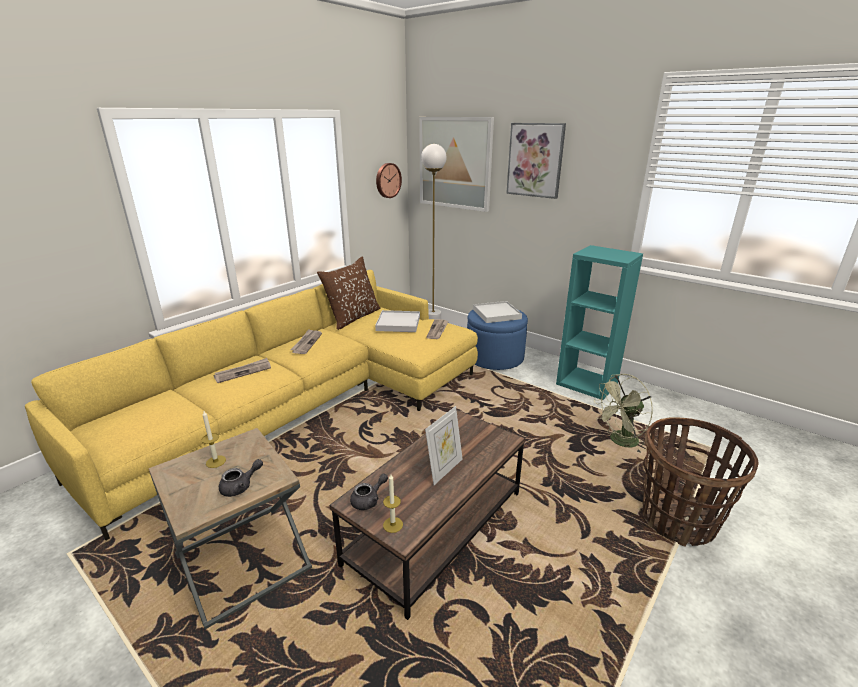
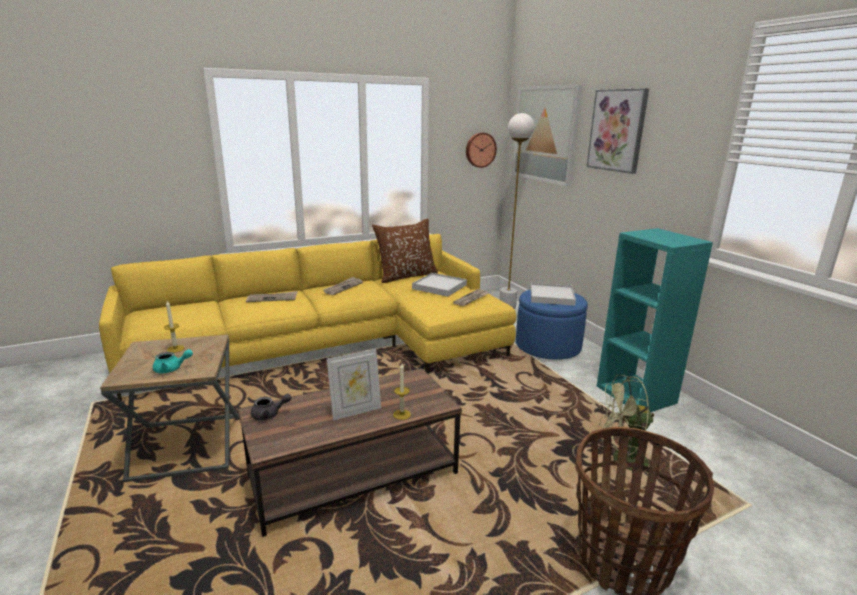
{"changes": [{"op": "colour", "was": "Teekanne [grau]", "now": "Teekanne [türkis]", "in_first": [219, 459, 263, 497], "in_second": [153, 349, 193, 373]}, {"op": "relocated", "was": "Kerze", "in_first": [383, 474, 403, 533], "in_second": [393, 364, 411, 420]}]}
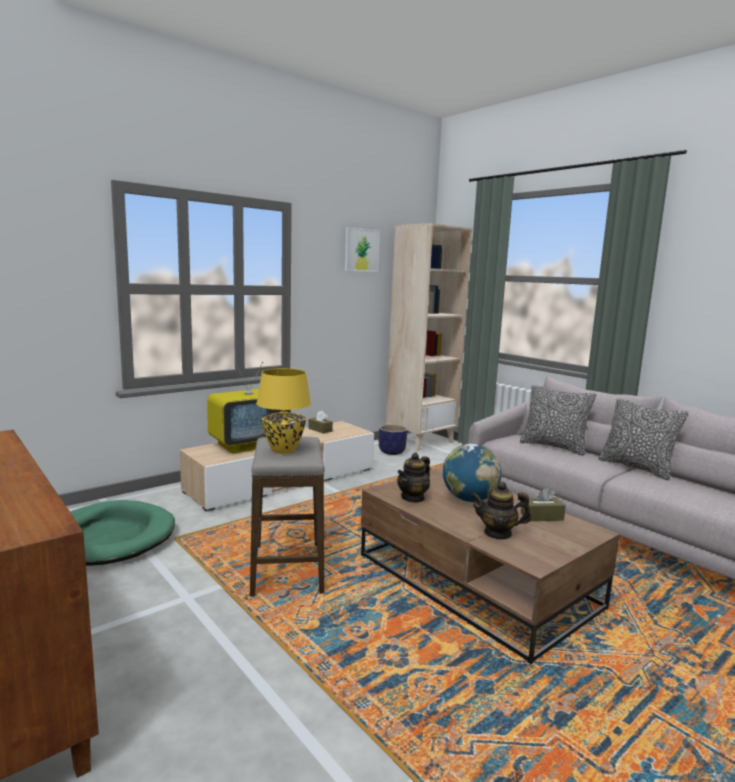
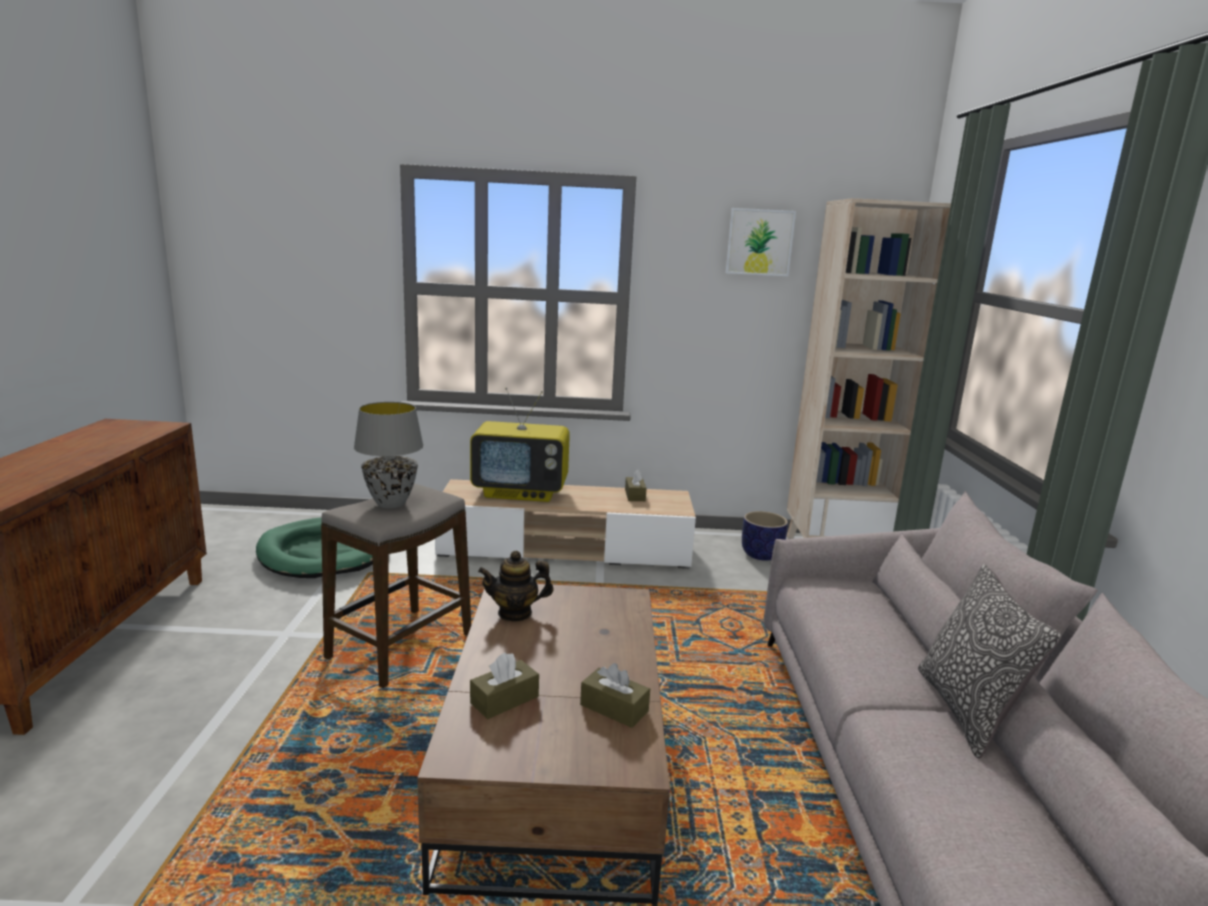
{"changes": [{"op": "colour", "was": "Tischlampe [gelb]", "now": "Tischlampe [grau]", "in_first": [256, 368, 311, 454], "in_second": [354, 402, 424, 508]}, {"op": "missing", "was": "Kissen", "in_first": [520, 385, 596, 456]}, {"op": "missing", "was": "Globus", "in_first": [443, 444, 501, 502]}, {"op": "exchanged", "was": "Teekanne", "now": "Taschentuchbox [braun]", "in_first": [471, 482, 531, 540], "in_second": [470, 652, 539, 719]}]}
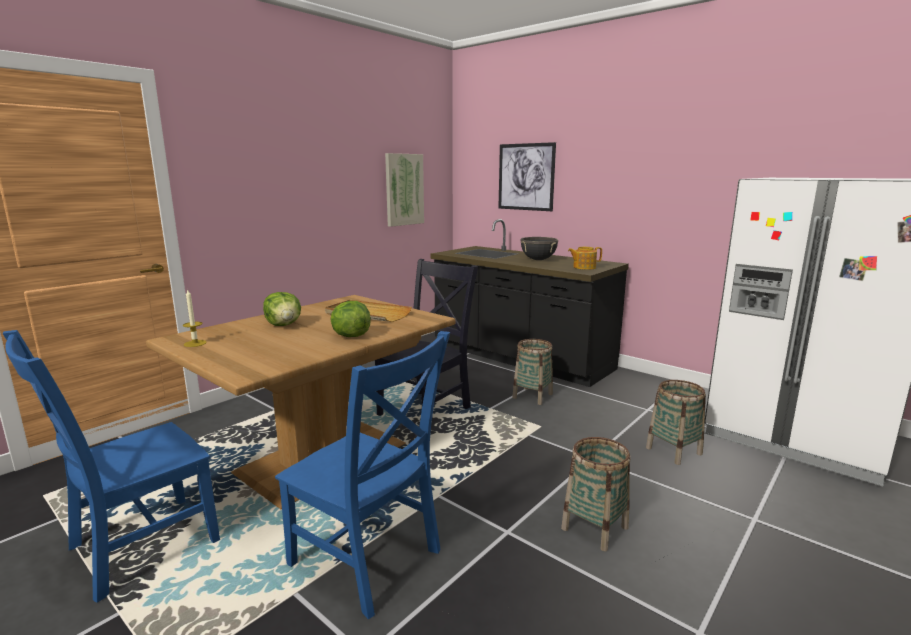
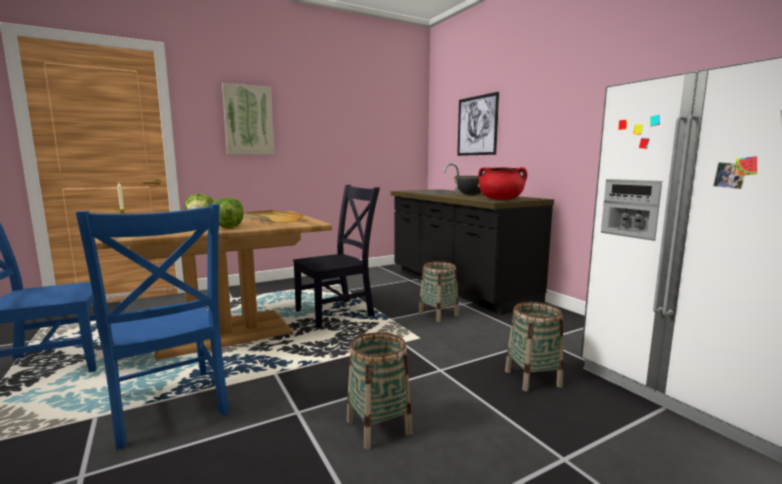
{"changes": [{"op": "relocated", "was": "Bild", "in_first": [385, 153, 424, 227], "in_second": [222, 83, 274, 155]}, {"op": "exchanged", "was": "Teekanne", "now": "Kochtopf [rot]", "in_first": [568, 247, 602, 270], "in_second": [478, 167, 527, 200]}]}
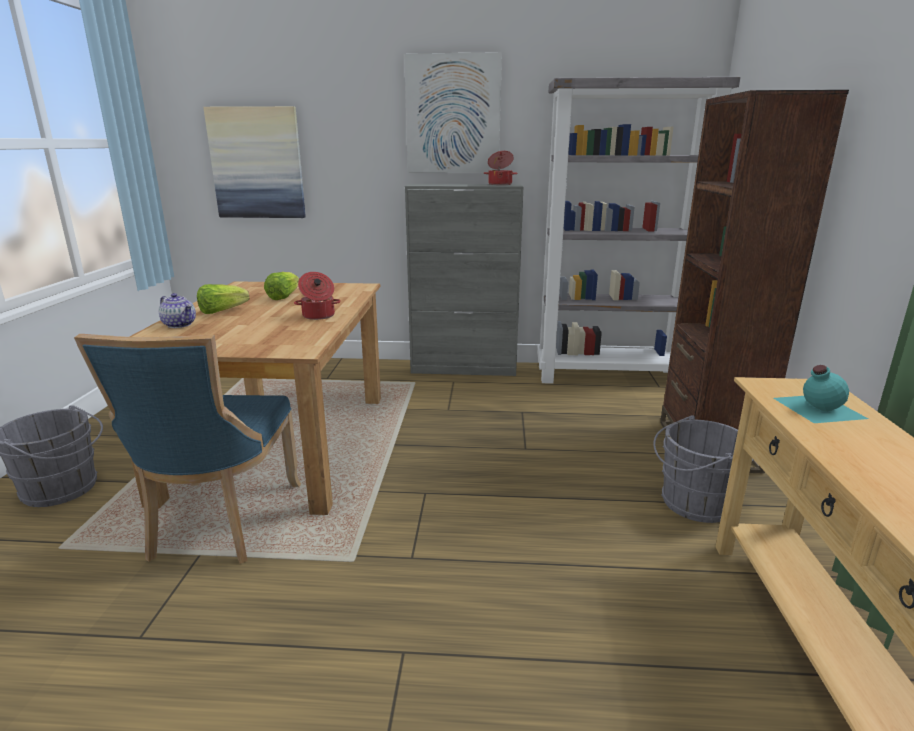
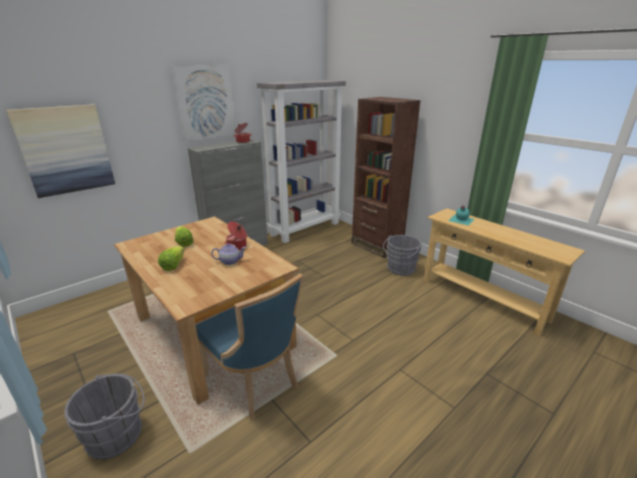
{"changes": [{"op": "relocated", "was": "Teekanne", "in_first": [159, 293, 196, 328], "in_second": [211, 244, 246, 265]}]}
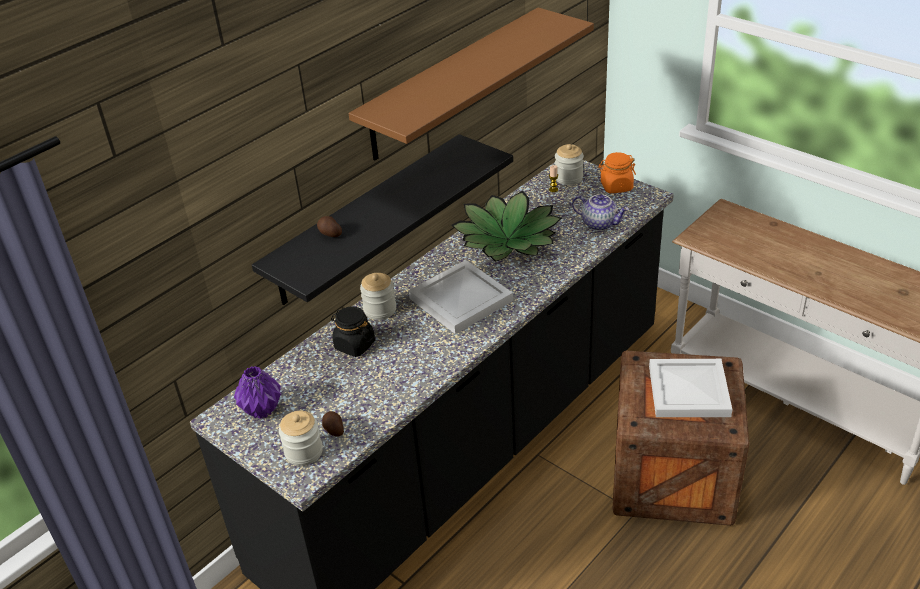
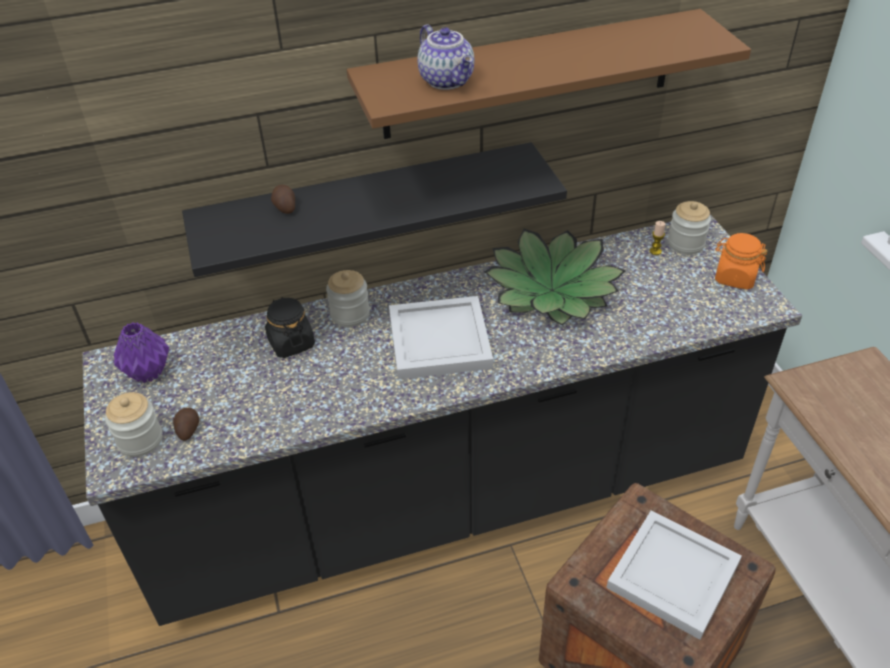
{"changes": [{"op": "relocated", "was": "Teekanne", "in_first": [572, 194, 629, 231], "in_second": [417, 24, 474, 90]}]}
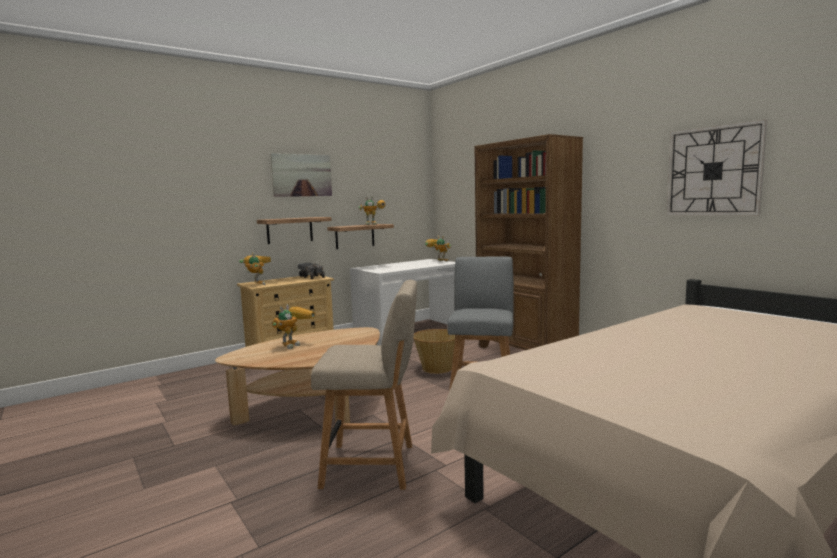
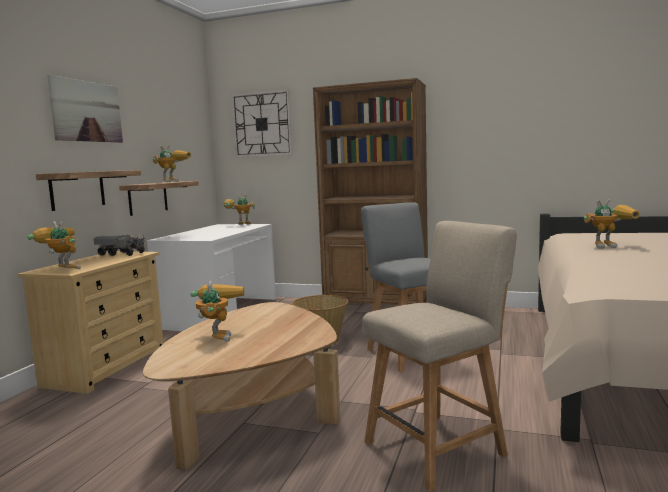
{"changes": [{"op": "relocated", "was": "Wanduhr", "in_first": [666, 119, 767, 215], "in_second": [231, 89, 293, 157]}, {"op": "appeared", "now": "Spielzeugroboter", "in_second": [584, 199, 640, 249]}]}
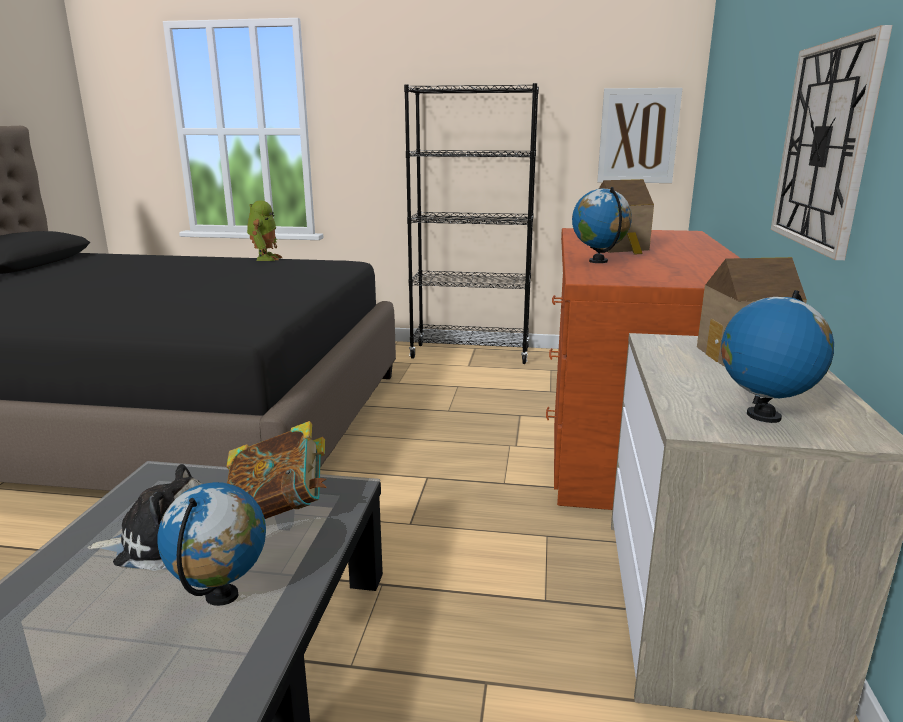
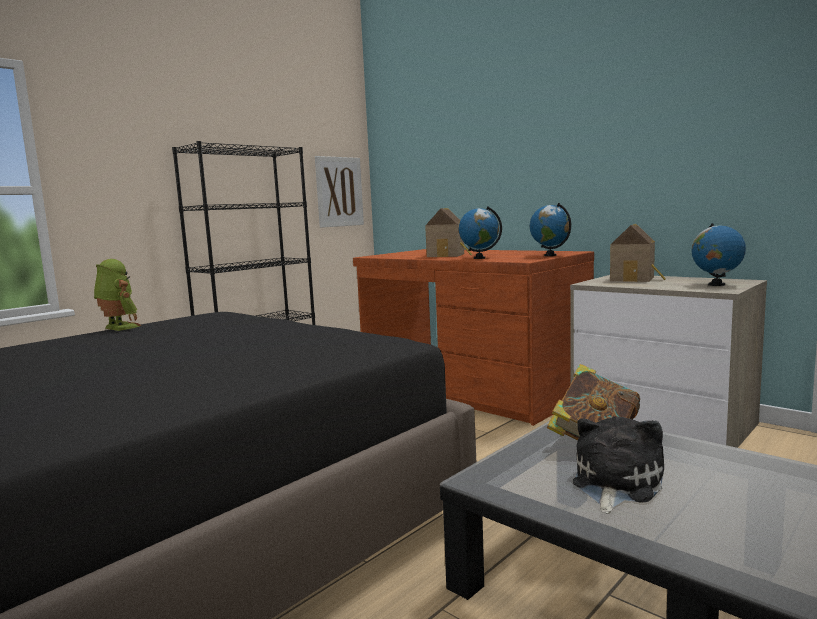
{"changes": [{"op": "missing", "was": "Wanduhr", "in_first": [771, 25, 892, 260]}, {"op": "relocated", "was": "Globus", "in_first": [157, 482, 266, 606], "in_second": [530, 203, 571, 256]}]}
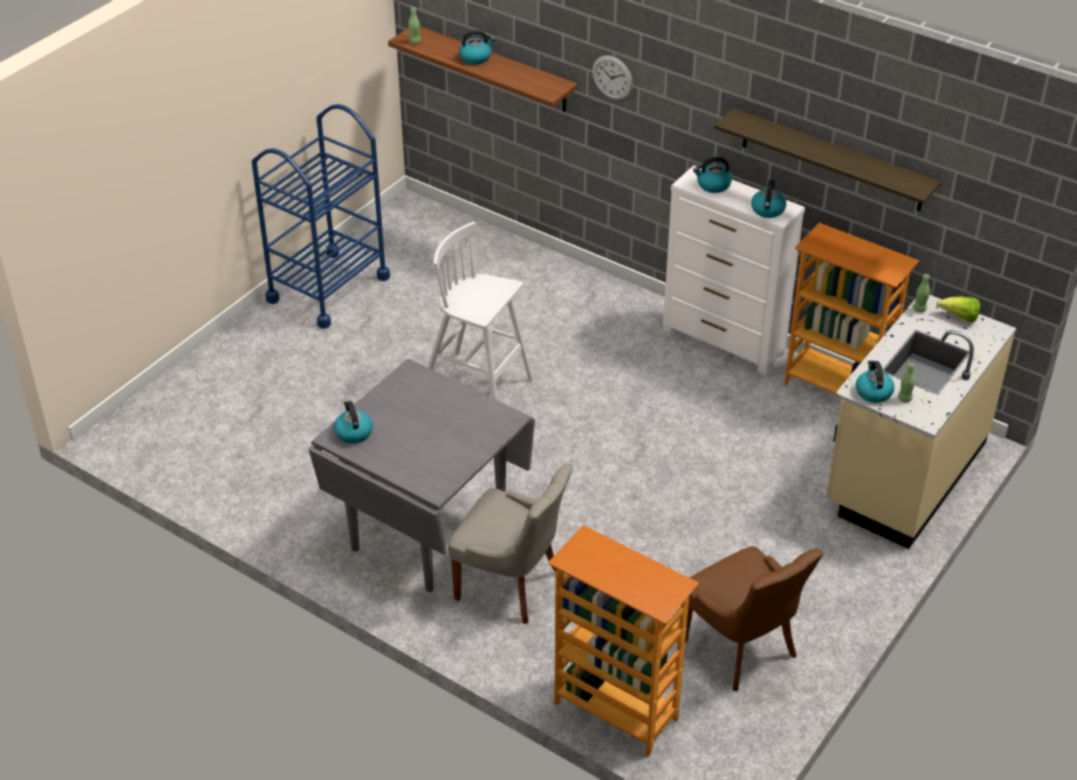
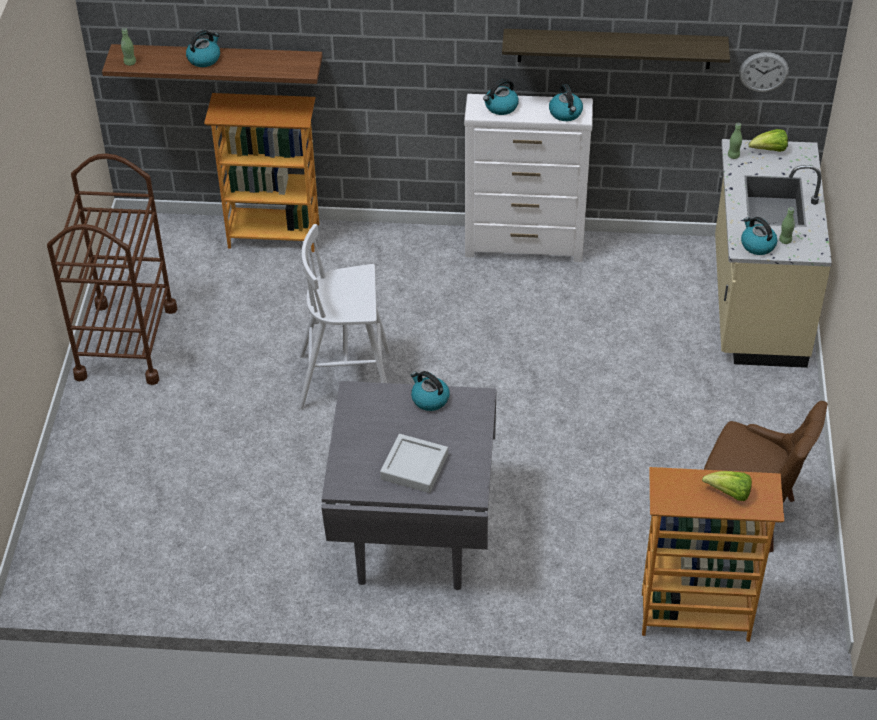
{"changes": [{"op": "relocated", "was": "Wanduhr", "in_first": [592, 55, 633, 100], "in_second": [739, 52, 789, 92]}, {"op": "colour", "was": "Rollwagen [blau]", "now": "Rollwagen [braun]", "in_first": [252, 104, 390, 329], "in_second": [47, 154, 177, 385]}, {"op": "relocated", "was": "Bücherregal", "in_first": [784, 223, 919, 394], "in_second": [204, 93, 319, 252]}, {"op": "relocated", "was": "Wasserkessel", "in_first": [334, 401, 373, 443], "in_second": [411, 371, 450, 411]}, {"op": "missing", "was": "Stuhl [grau]", "in_first": [448, 463, 573, 624]}, {"op": "appeared", "now": "Tablett [grau]", "in_second": [380, 434, 448, 493]}, {"op": "appeared", "now": "Salatkopf", "in_second": [702, 471, 752, 501]}]}
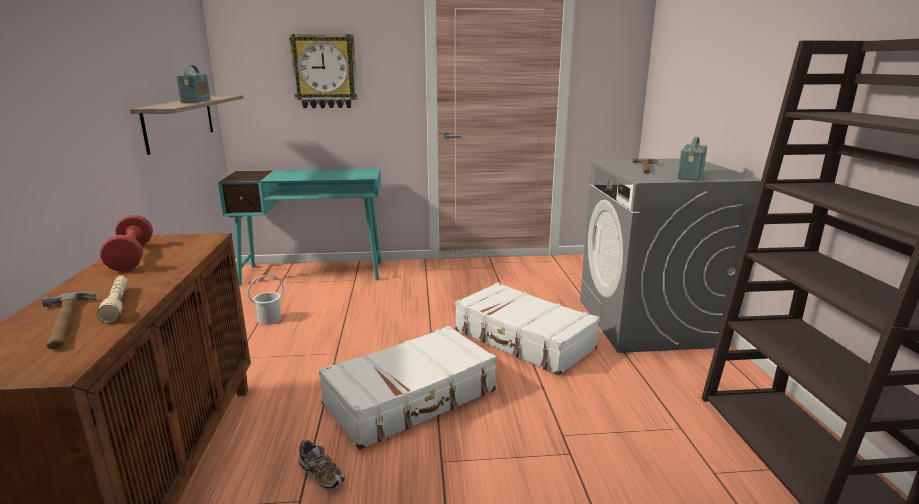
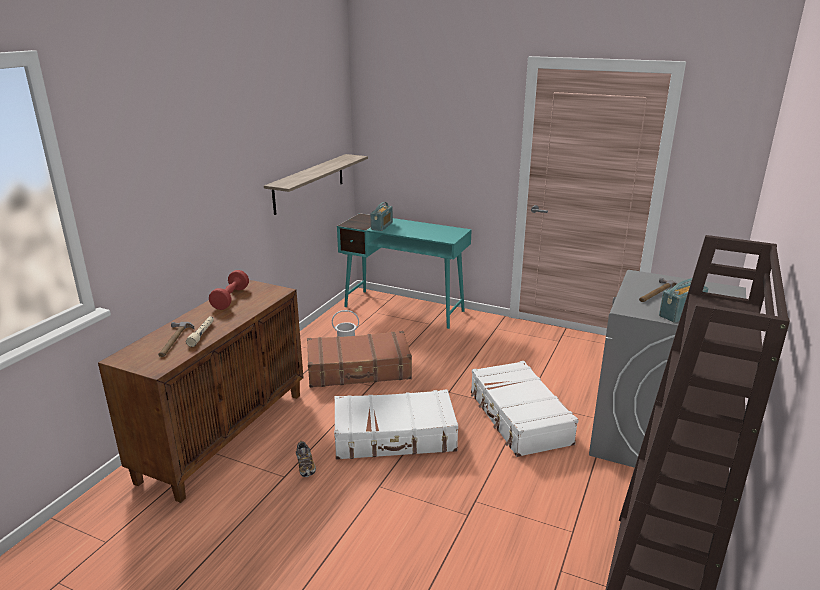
{"changes": [{"op": "missing", "was": "Wanduhr", "in_first": [289, 34, 358, 108]}, {"op": "relocated", "was": "Radio", "in_first": [176, 65, 211, 103], "in_second": [370, 202, 393, 231]}, {"op": "appeared", "now": "Koffer [braun]", "in_second": [307, 331, 412, 388]}]}
